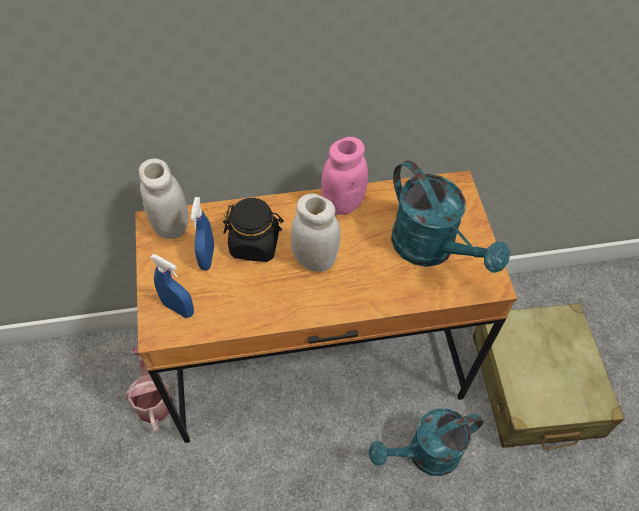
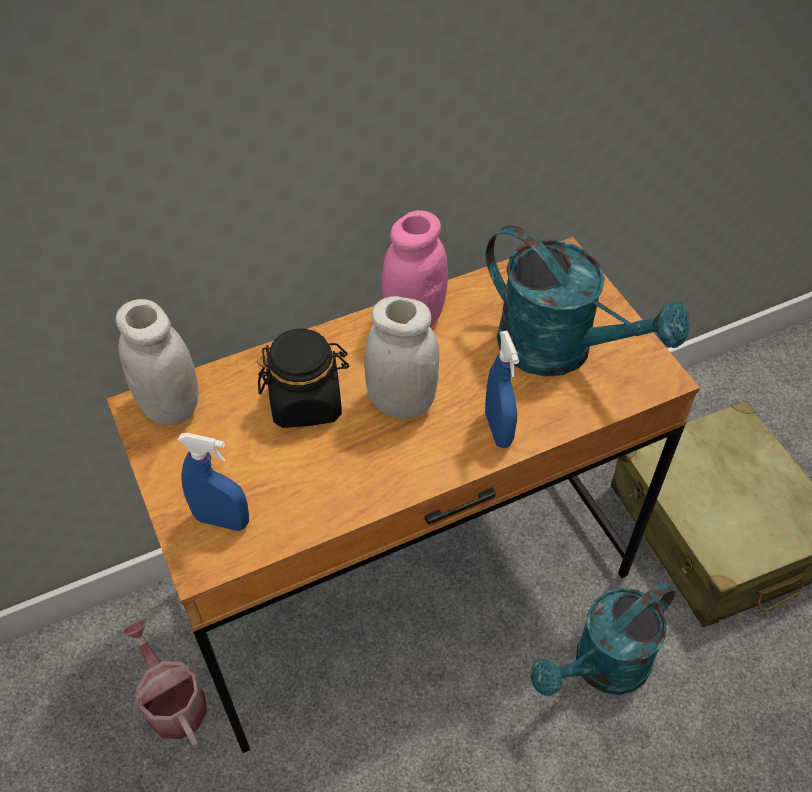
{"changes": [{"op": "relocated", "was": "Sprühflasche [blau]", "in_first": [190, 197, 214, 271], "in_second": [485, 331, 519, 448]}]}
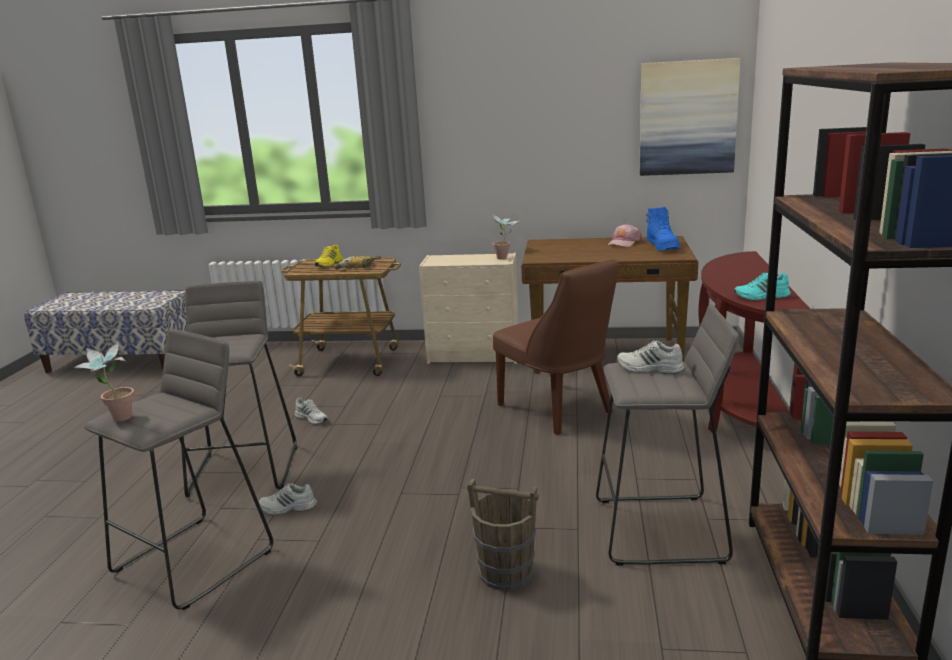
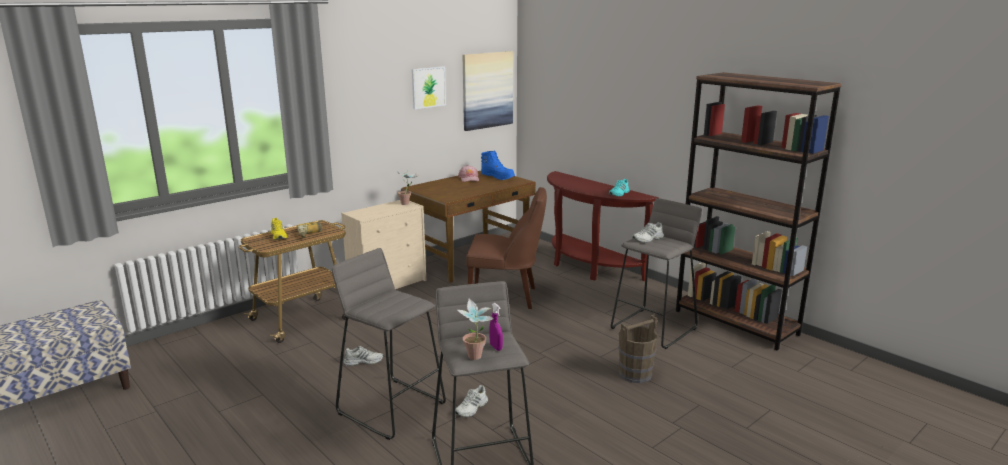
{"changes": [{"op": "appeared", "now": "Bild", "in_second": [412, 66, 446, 109]}, {"op": "appeared", "now": "Sprühflasche [lila]", "in_second": [489, 303, 503, 351]}]}
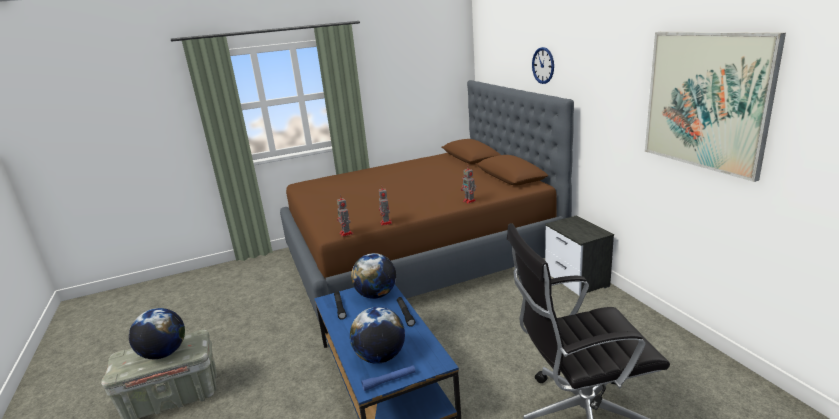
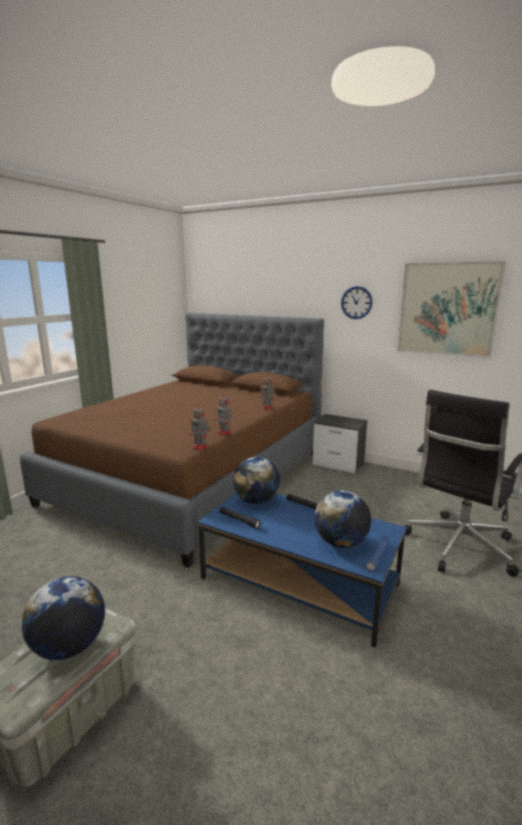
{"changes": [{"op": "relocated", "was": "Wanduhr", "in_first": [532, 47, 554, 84], "in_second": [341, 286, 372, 319]}]}
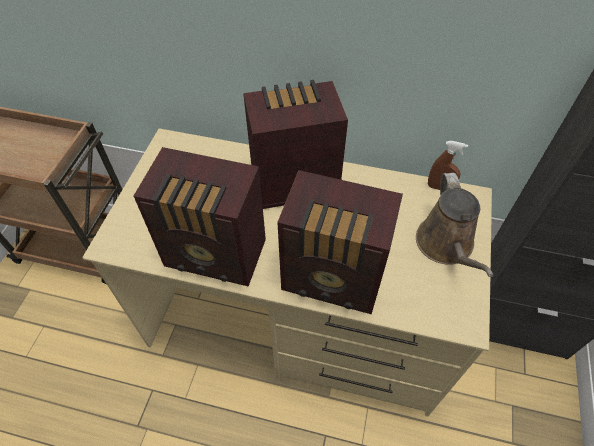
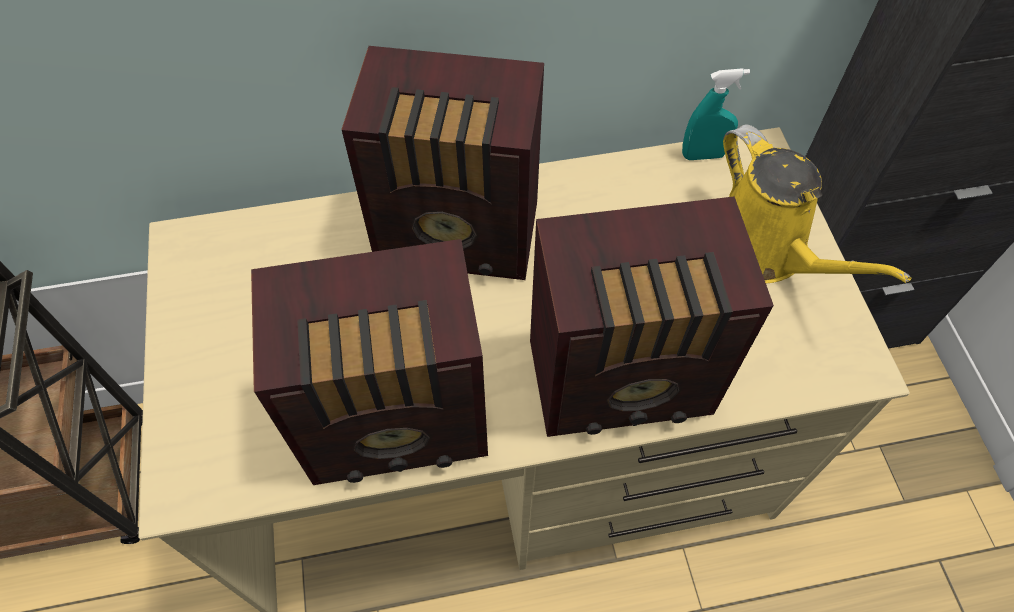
{"changes": [{"op": "spun", "was": "Radio", "in_first": [243, 80, 348, 209], "in_second": [341, 46, 544, 280], "clockwise": -135}, {"op": "colour", "was": "Sprühflasche [braun]", "now": "Sprühflasche [türkis]", "in_first": [428, 141, 468, 190], "in_second": [682, 68, 750, 160]}, {"op": "colour", "was": "Gießkanne [braun]", "now": "Gießkanne [gelb]", "in_first": [416, 173, 494, 277], "in_second": [723, 124, 911, 283]}]}
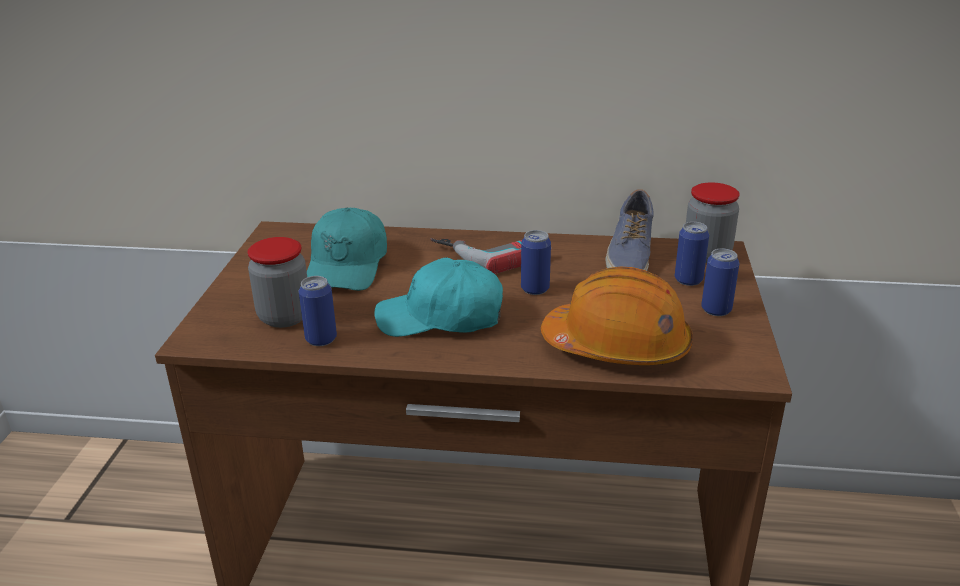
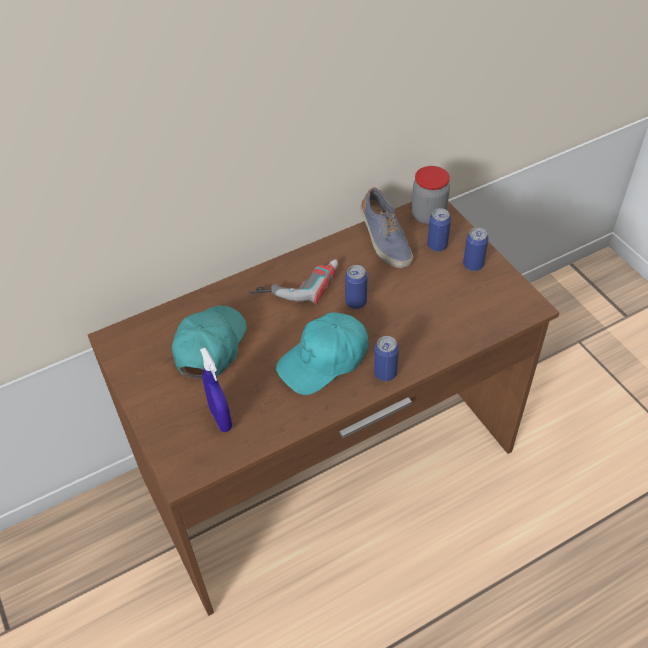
{"changes": [{"op": "spun", "was": "Kappe [türkis]", "in_first": [307, 208, 387, 291], "in_second": [172, 306, 247, 379], "clockwise": -135}, {"op": "exchanged", "was": "Vorratsglas", "now": "Sprühflasche [blau]", "in_first": [248, 237, 307, 328], "in_second": [200, 347, 232, 432]}, {"op": "missing", "was": "Schutzhelm [orange]", "in_first": [541, 267, 693, 365]}, {"op": "relocated", "was": "Dose", "in_first": [299, 276, 337, 346], "in_second": [374, 336, 399, 381]}]}
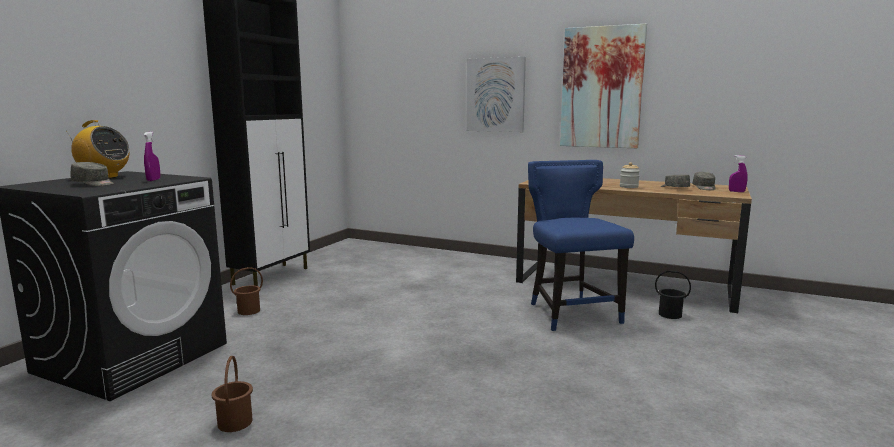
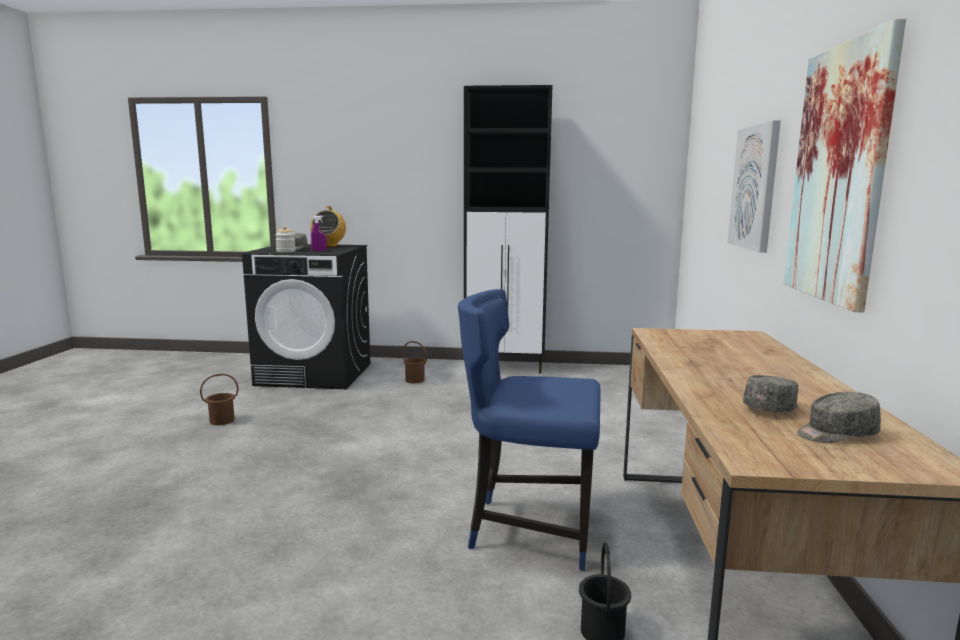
{"changes": [{"op": "missing", "was": "Sprühflasche [lila]", "in_first": [729, 155, 747, 192]}, {"op": "spun", "was": "Stuhl [blau]", "in_first": [528, 160, 634, 331], "in_second": [458, 289, 600, 571], "clockwise": -135}, {"op": "relocated", "was": "Vorratsglas", "in_first": [620, 162, 640, 188], "in_second": [275, 226, 296, 252]}]}
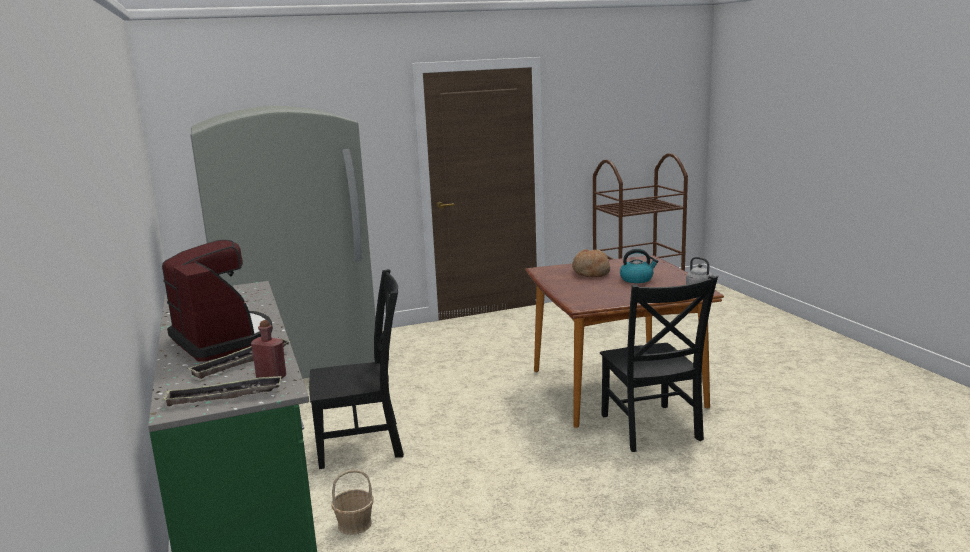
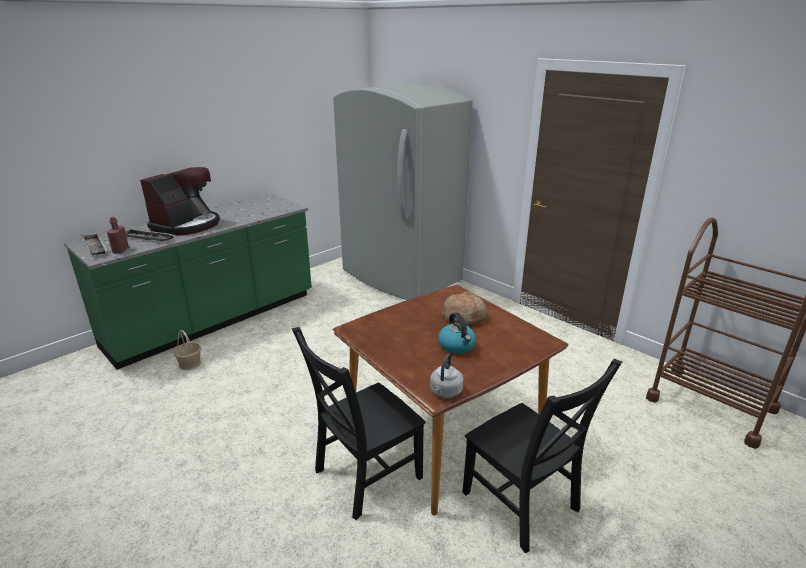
{"changes": [{"op": "relocated", "was": "Stuhl [schwarz]", "in_first": [309, 269, 404, 469], "in_second": [462, 359, 622, 553]}]}
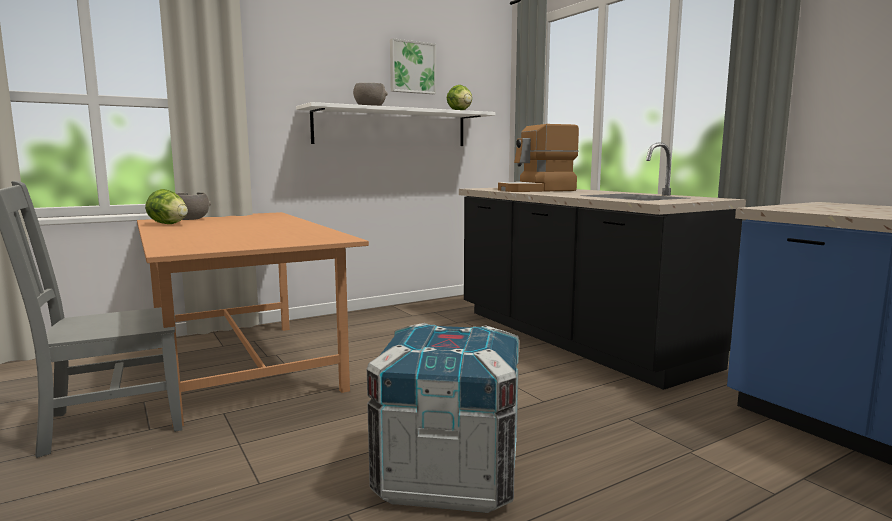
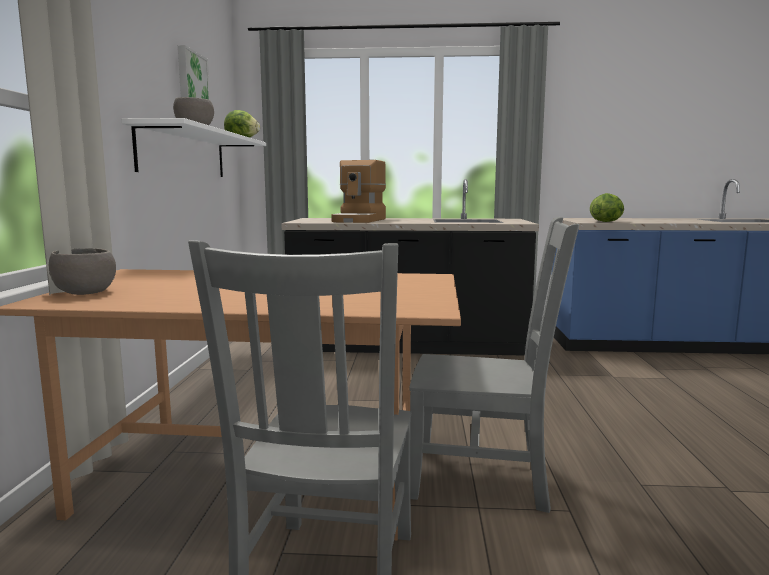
{"changes": [{"op": "relocated", "was": "Salatkopf", "in_first": [145, 189, 188, 224], "in_second": [590, 193, 624, 222]}, {"op": "missing", "was": "Kiste", "in_first": [367, 323, 519, 513]}, {"op": "appeared", "now": "Stuhl [grau]", "in_second": [409, 217, 579, 513]}]}
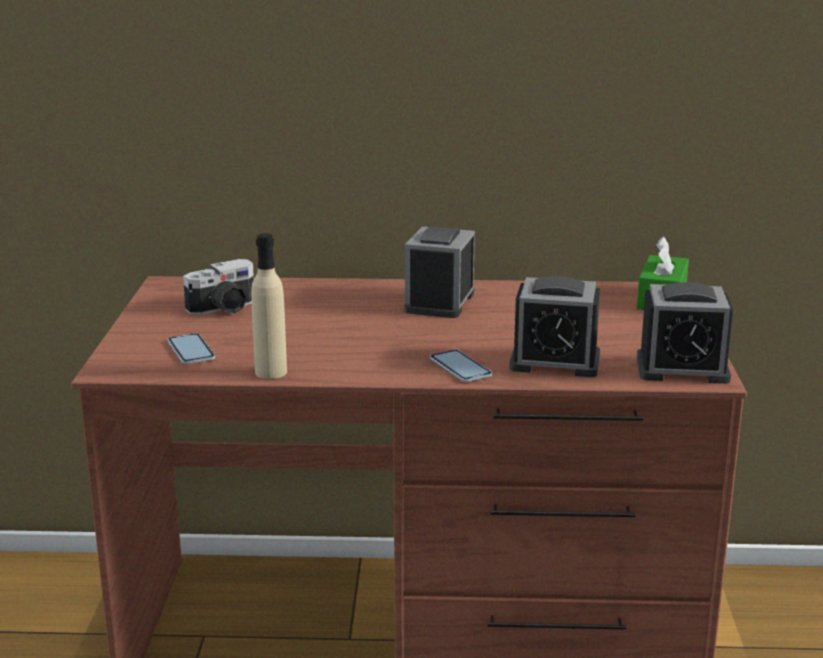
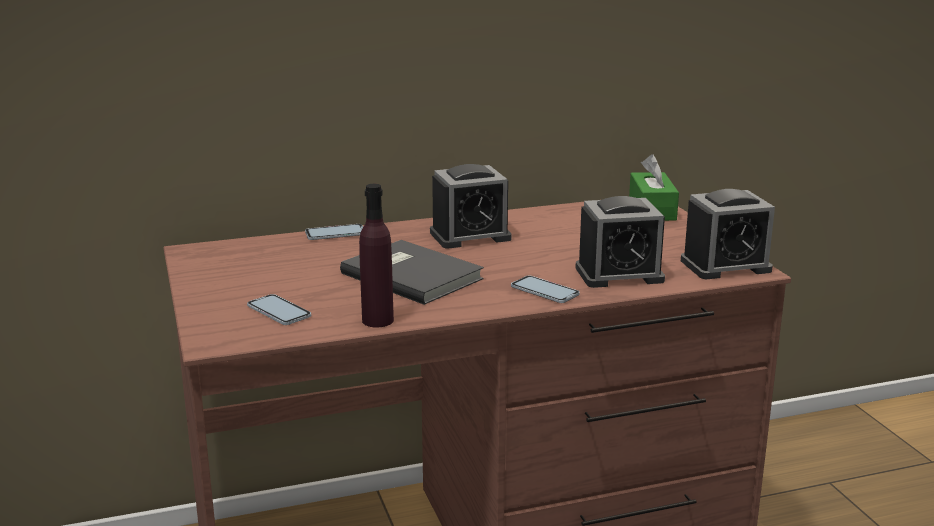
{"changes": [{"op": "spun", "was": "Wecker", "in_first": [404, 227, 475, 318], "in_second": [430, 164, 512, 249], "clockwise": -105}, {"op": "colour", "was": "Flasche [beige]", "now": "Flasche [lila]", "in_first": [251, 233, 287, 379], "in_second": [359, 184, 394, 327]}, {"op": "missing", "was": "Kamera", "in_first": [183, 259, 254, 315]}, {"op": "appeared", "now": "Handy", "in_second": [305, 224, 363, 240]}, {"op": "appeared", "now": "Buch [grau]", "in_second": [340, 240, 484, 305]}]}
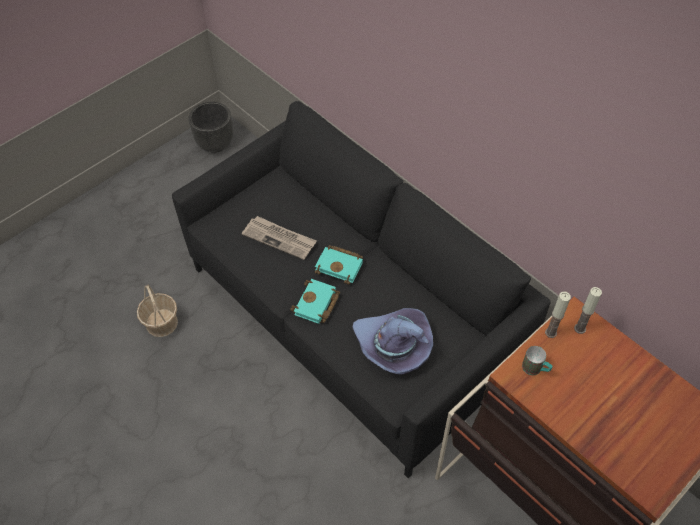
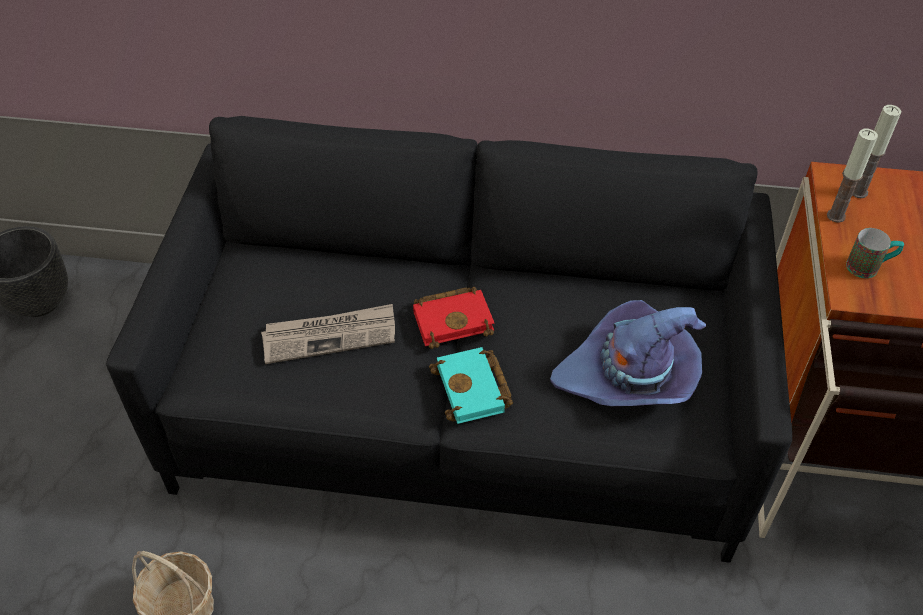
{"changes": [{"op": "colour", "was": "Buch [türkis]", "now": "Buch [rot]", "in_first": [315, 245, 363, 285], "in_second": [413, 287, 494, 349]}]}
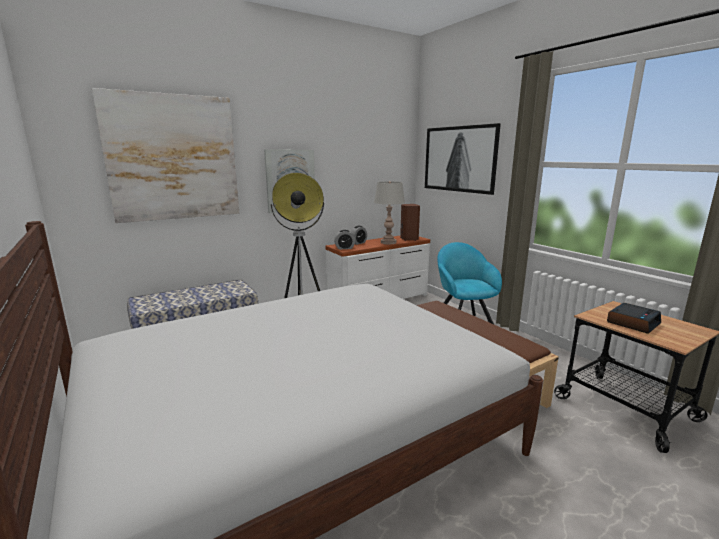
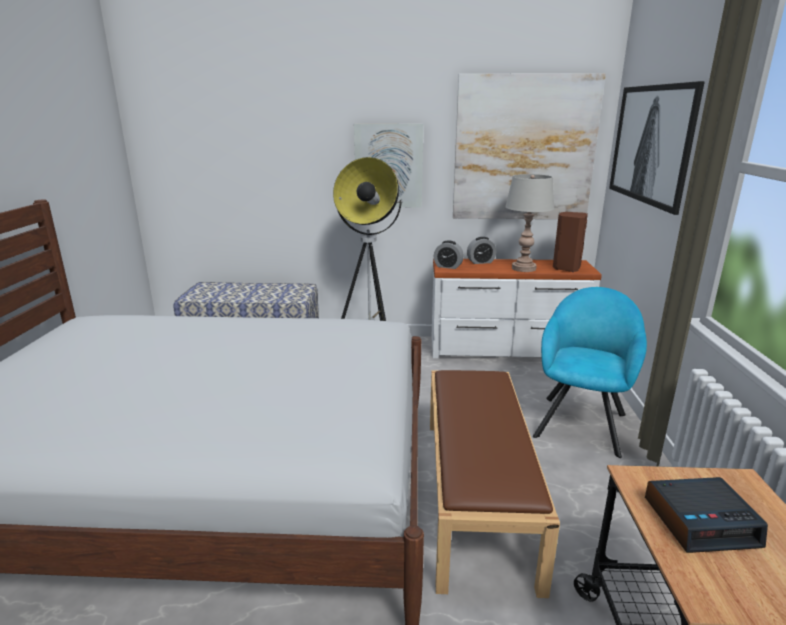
{"changes": [{"op": "relocated", "was": "Bild", "in_first": [92, 88, 239, 223], "in_second": [453, 73, 606, 219]}]}
